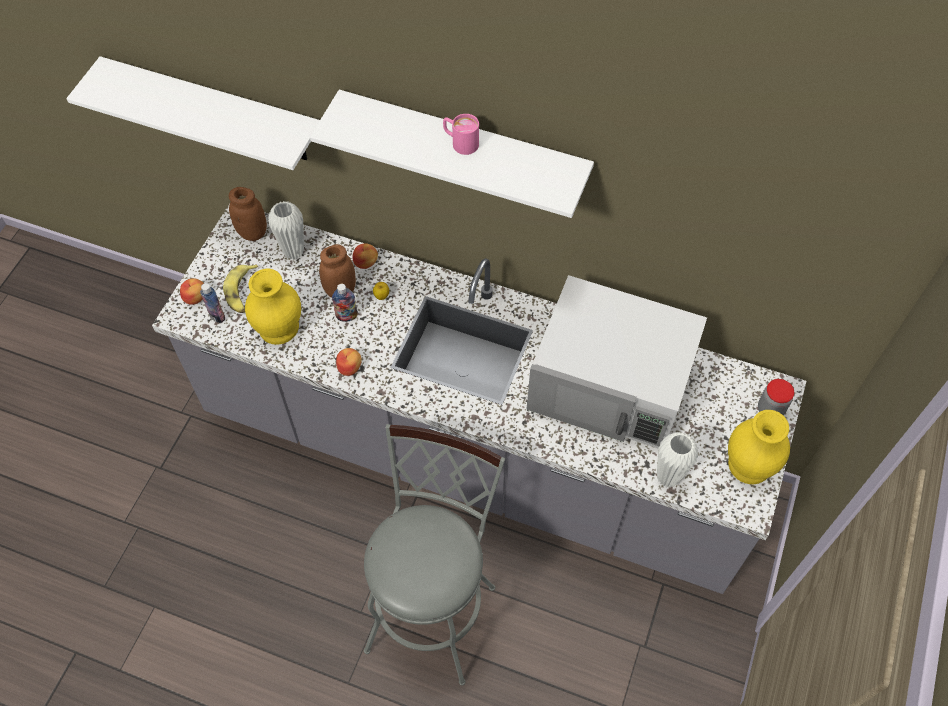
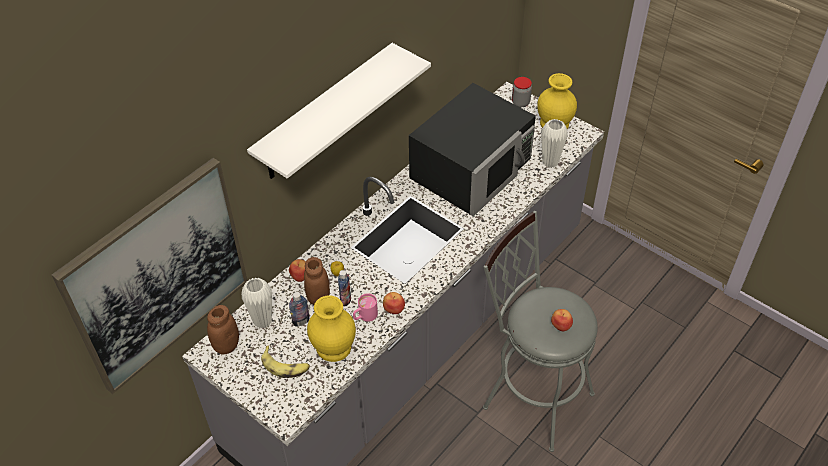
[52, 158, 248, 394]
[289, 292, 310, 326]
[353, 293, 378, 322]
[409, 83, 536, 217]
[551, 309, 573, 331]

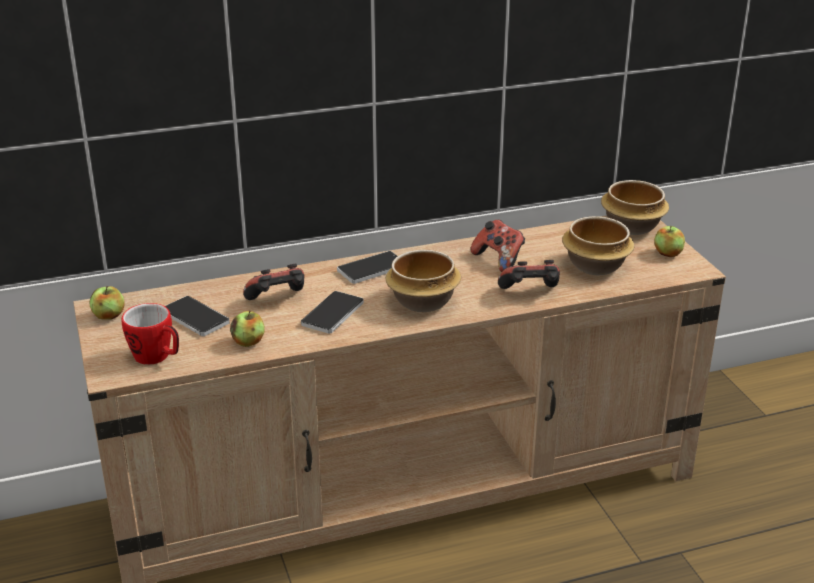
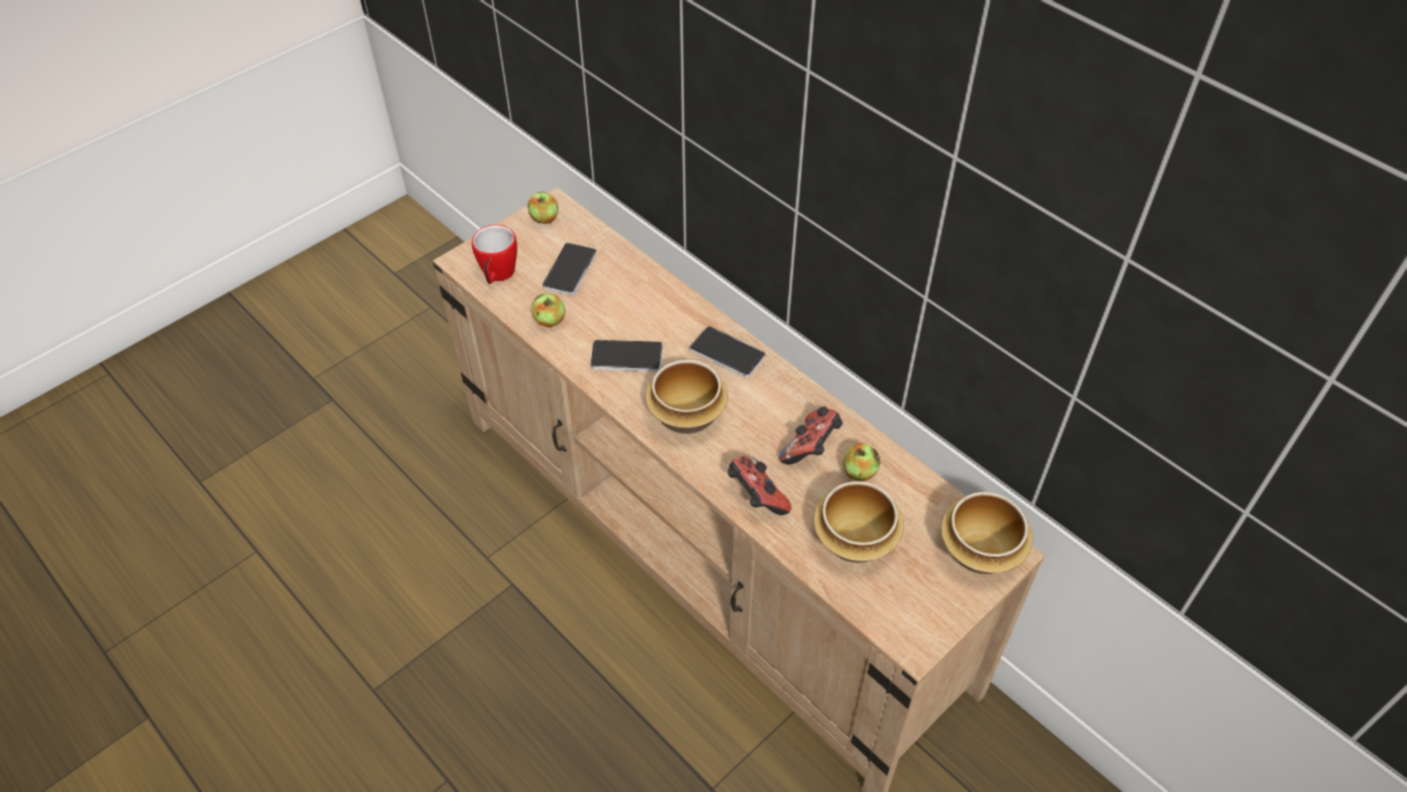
[843, 443, 880, 481]
[243, 264, 304, 300] (first image)

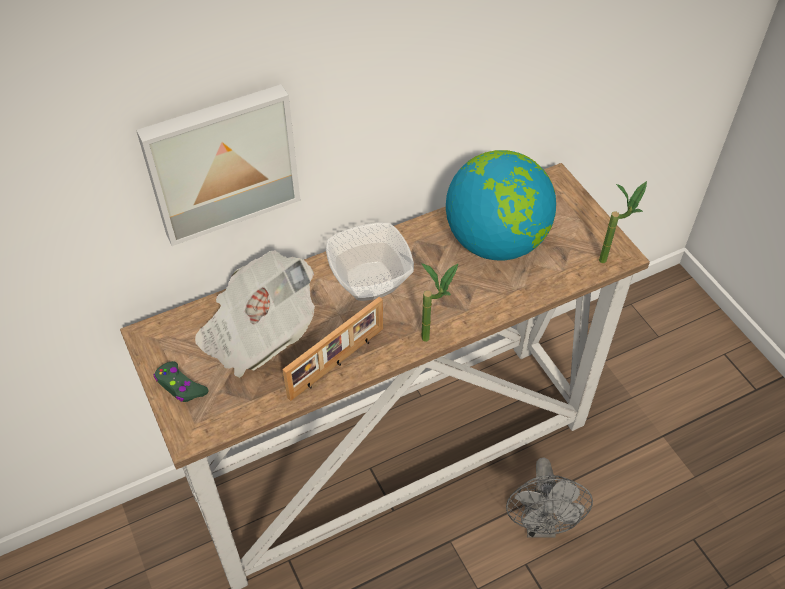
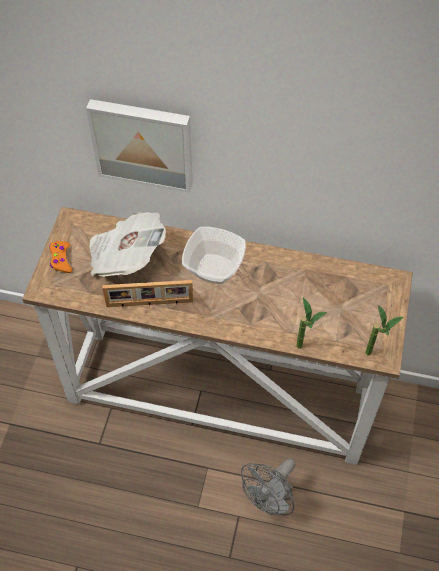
[50, 241, 72, 273]
[296, 297, 327, 349]
[446, 150, 556, 261] (first image)

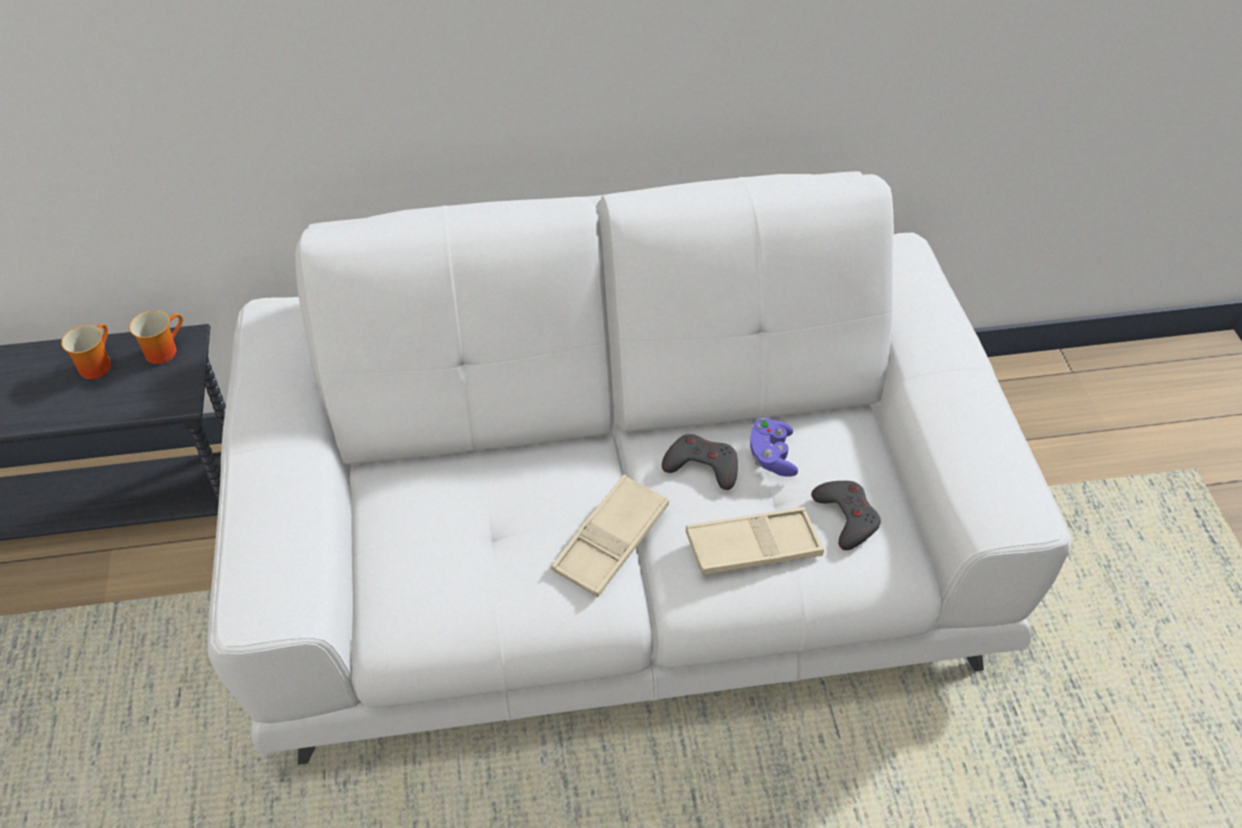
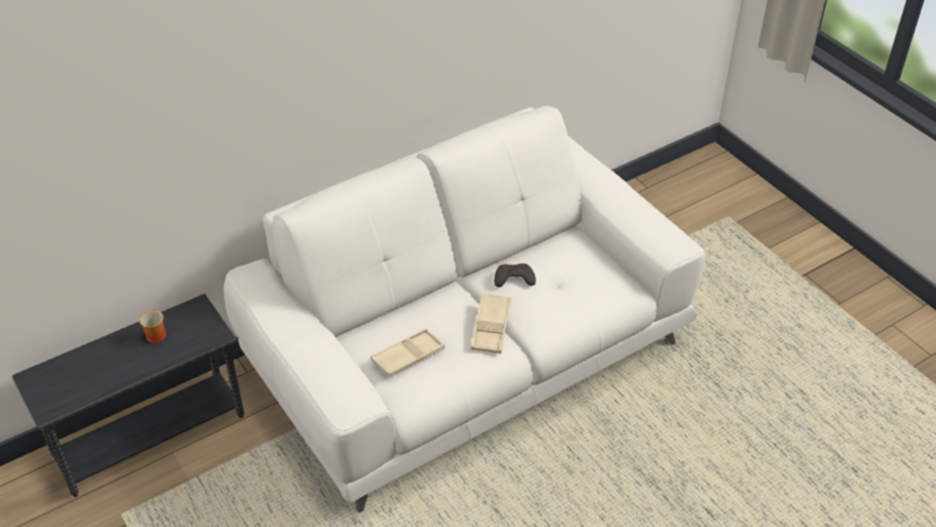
[371, 328, 445, 377]
[129, 310, 183, 364] (first image)
[750, 417, 798, 477] (first image)
[811, 481, 881, 550] (first image)

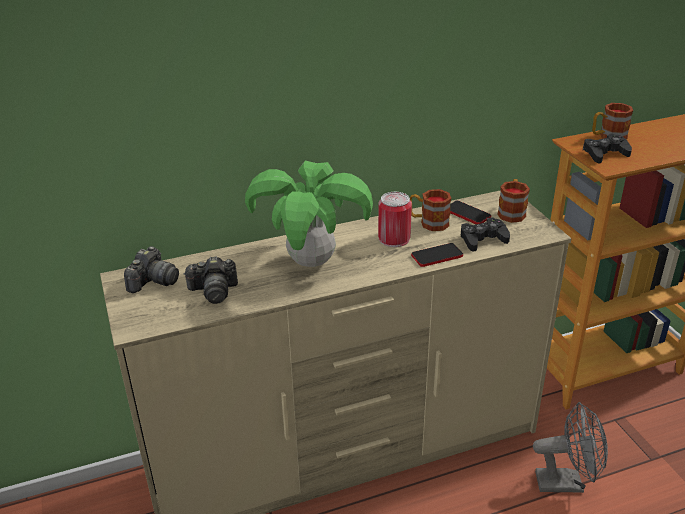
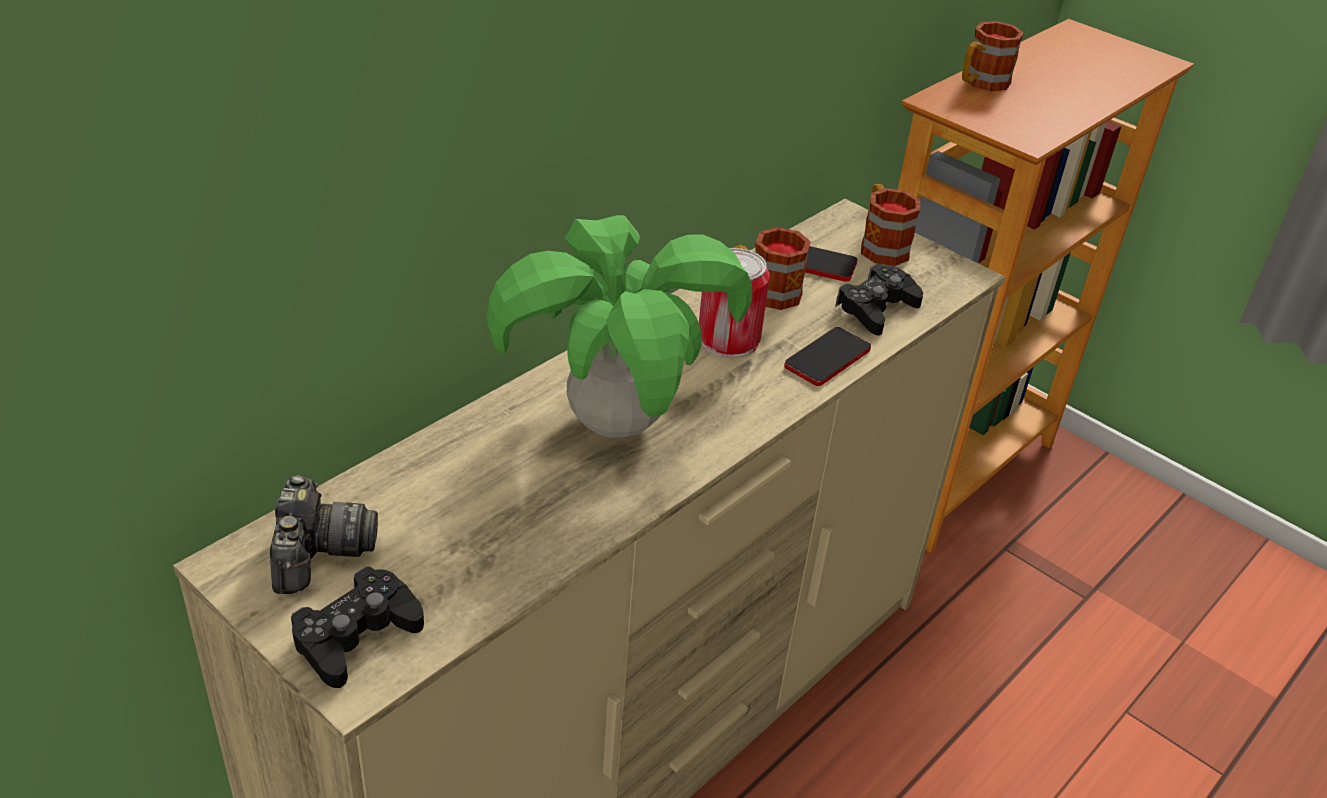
[291, 566, 424, 688]
[184, 256, 238, 304] (first image)
[533, 402, 608, 493] (first image)

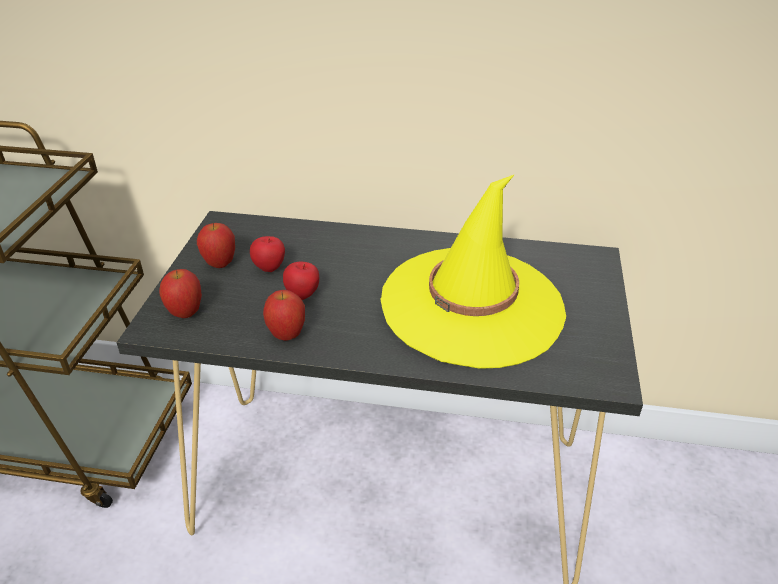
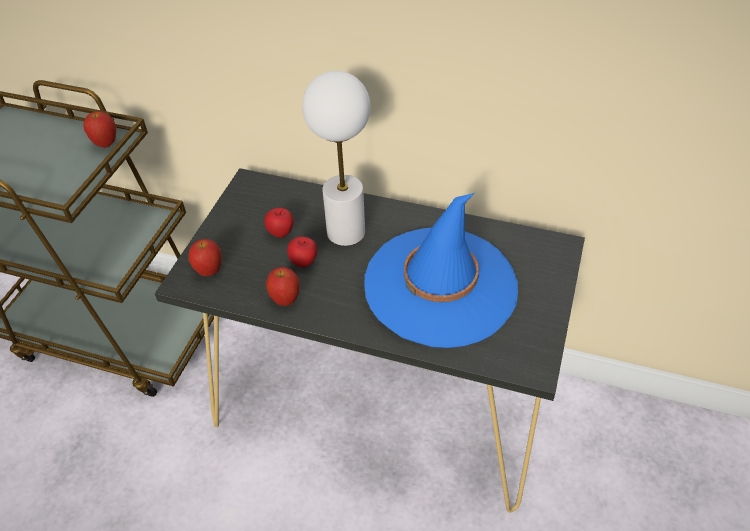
[83, 111, 116, 148]
[302, 71, 371, 246]
[365, 193, 518, 348]

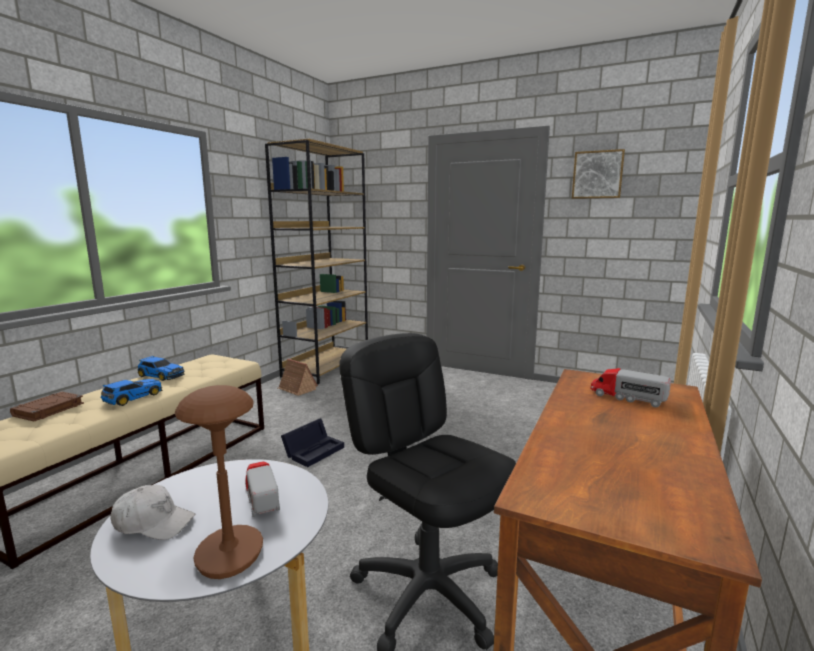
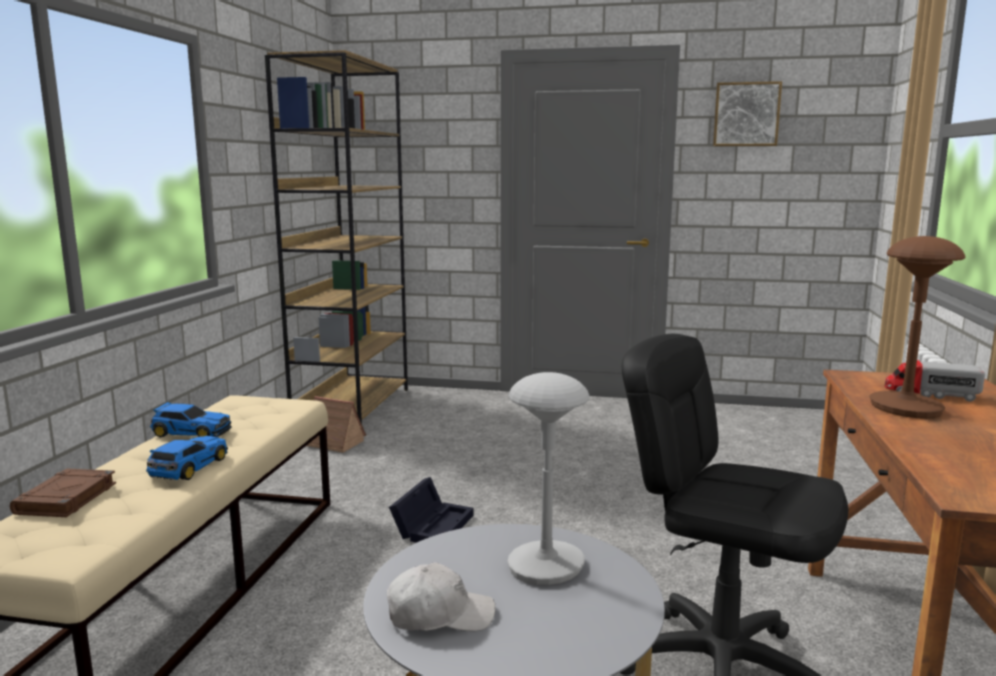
[507, 372, 589, 585]
[869, 236, 965, 419]

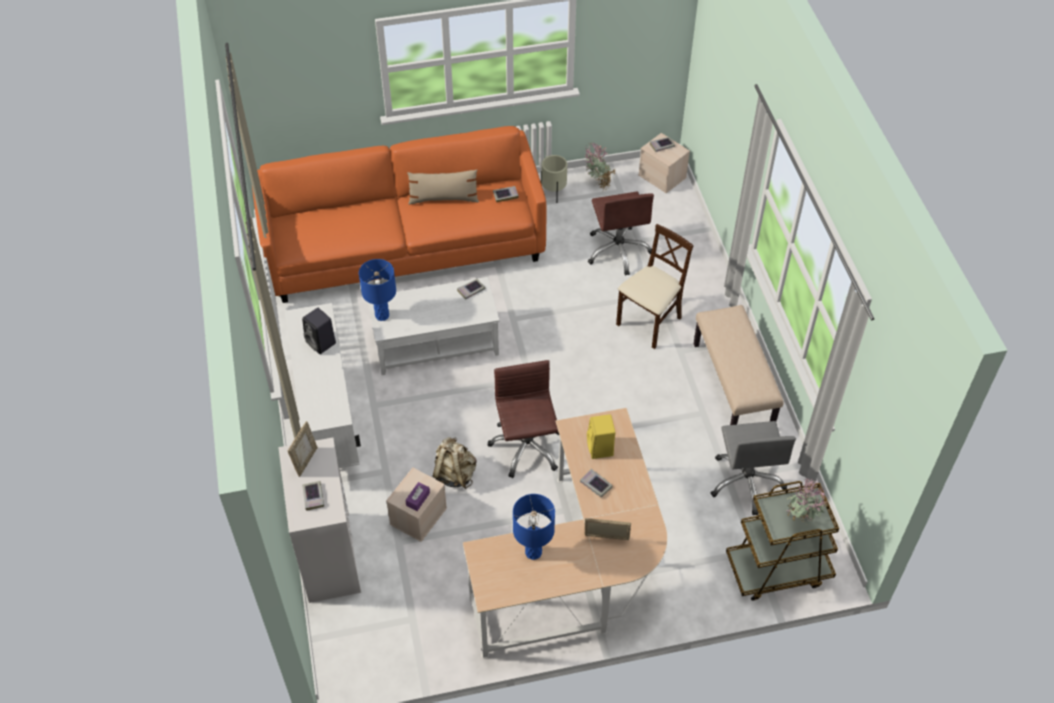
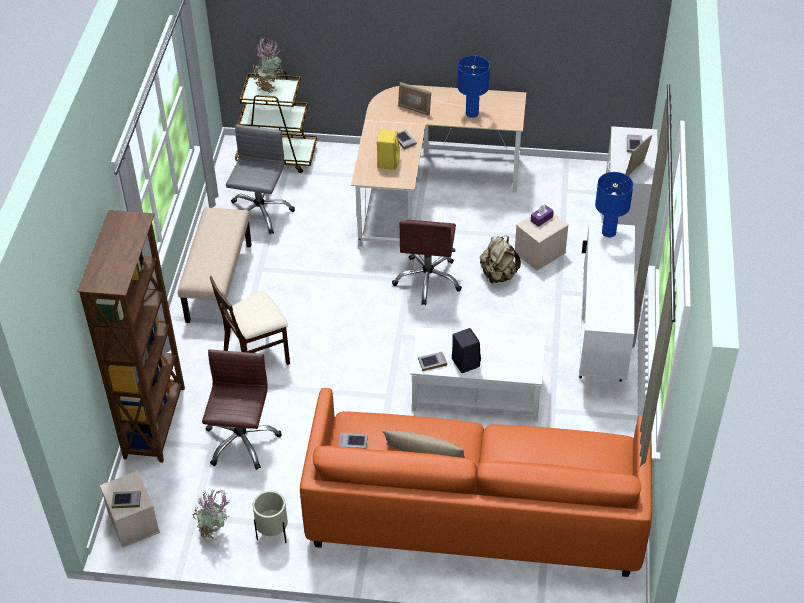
[77, 210, 185, 463]
[452, 328, 481, 373]
[595, 172, 633, 238]

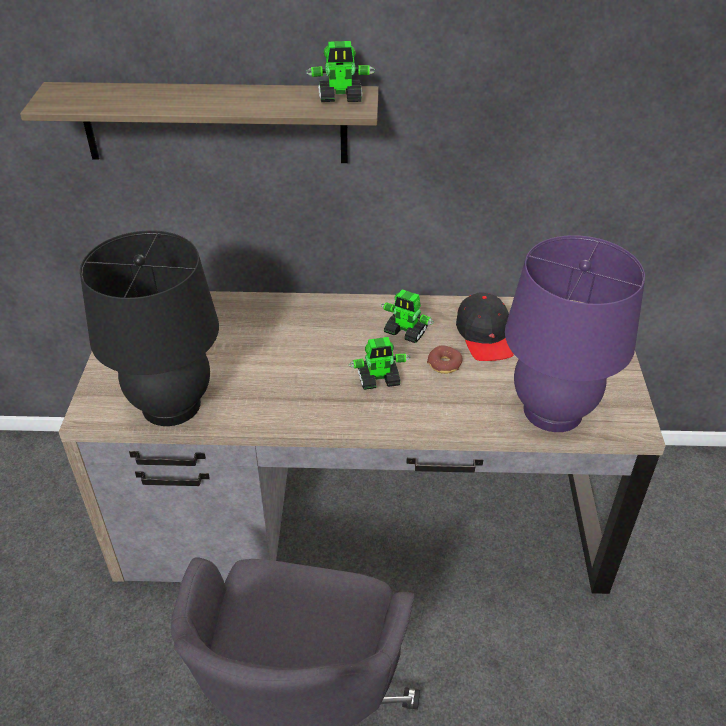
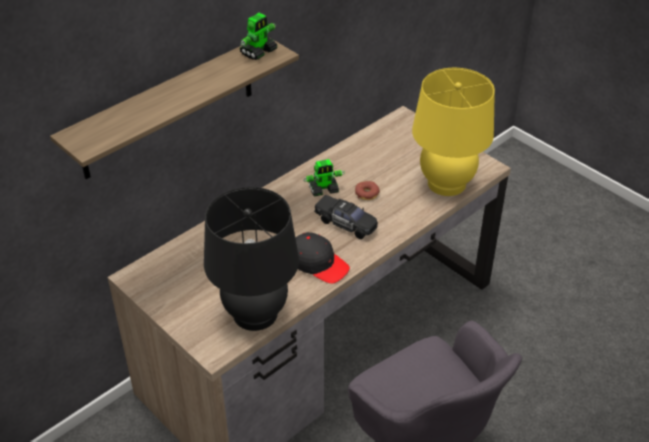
[296, 232, 350, 284]
[314, 195, 378, 239]
[412, 68, 495, 196]

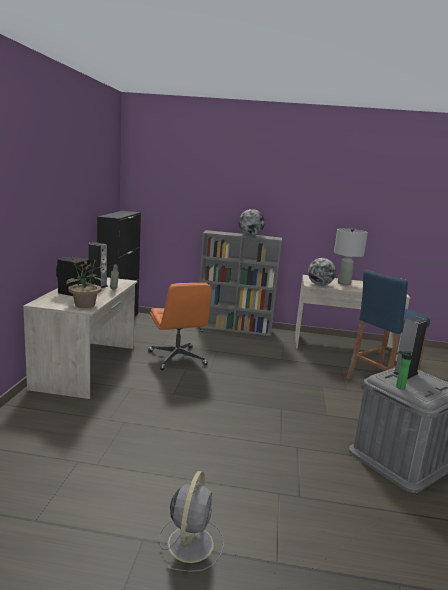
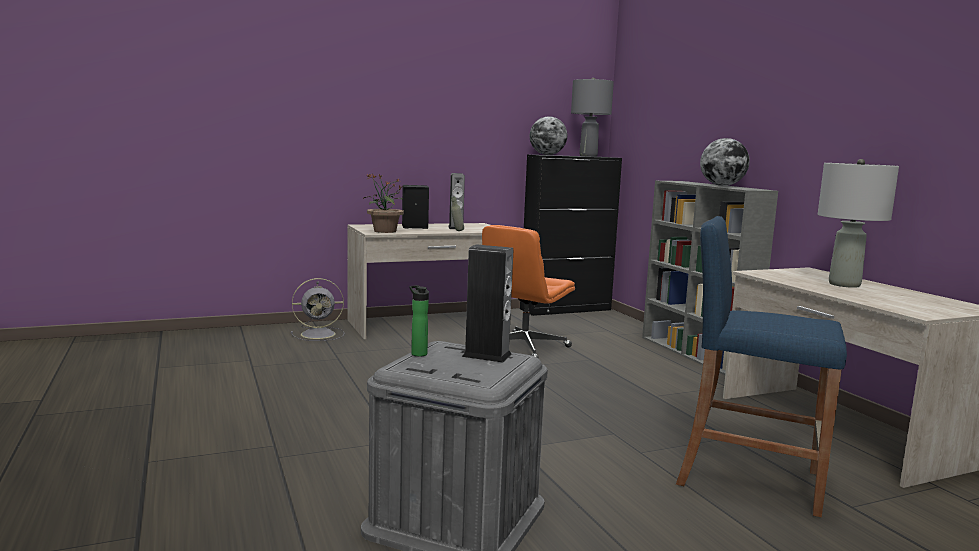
[291, 278, 344, 341]
[530, 116, 567, 155]
[571, 78, 614, 157]

